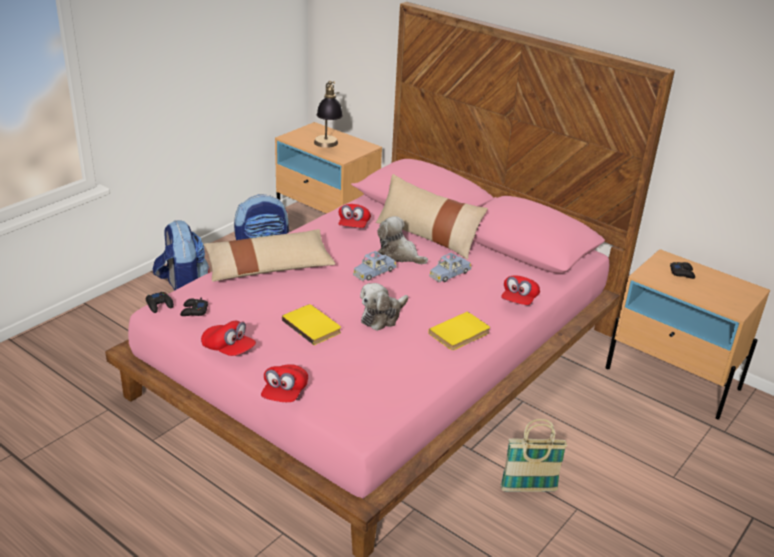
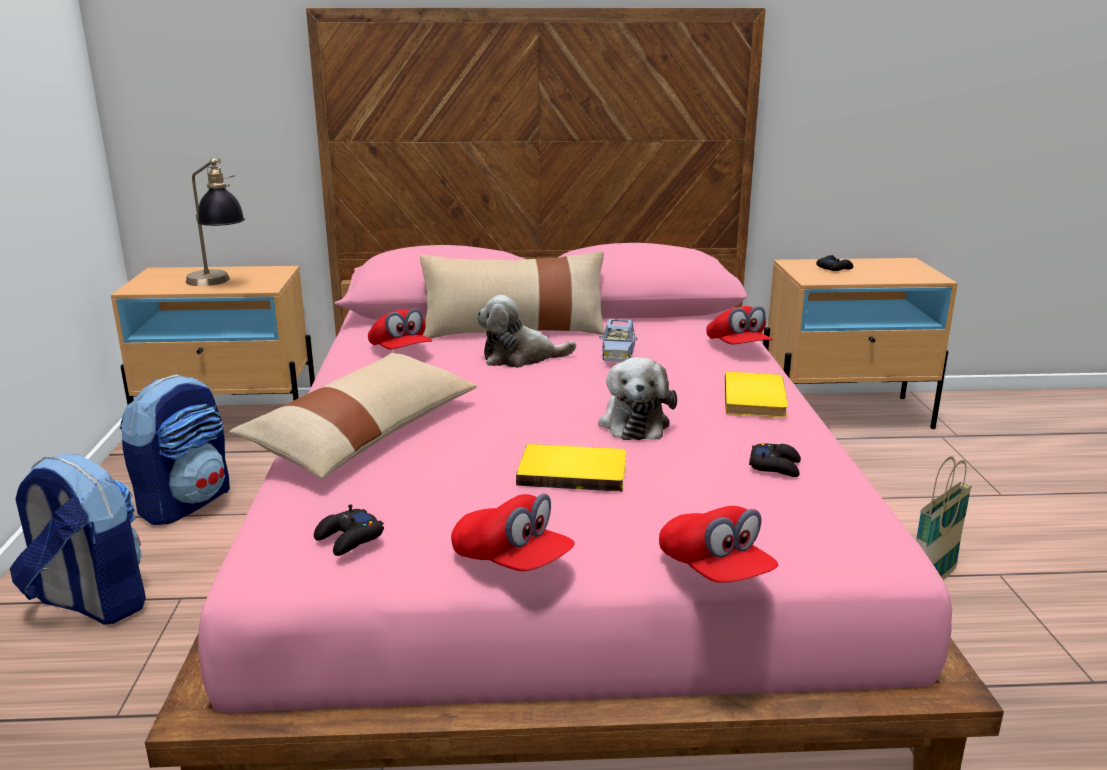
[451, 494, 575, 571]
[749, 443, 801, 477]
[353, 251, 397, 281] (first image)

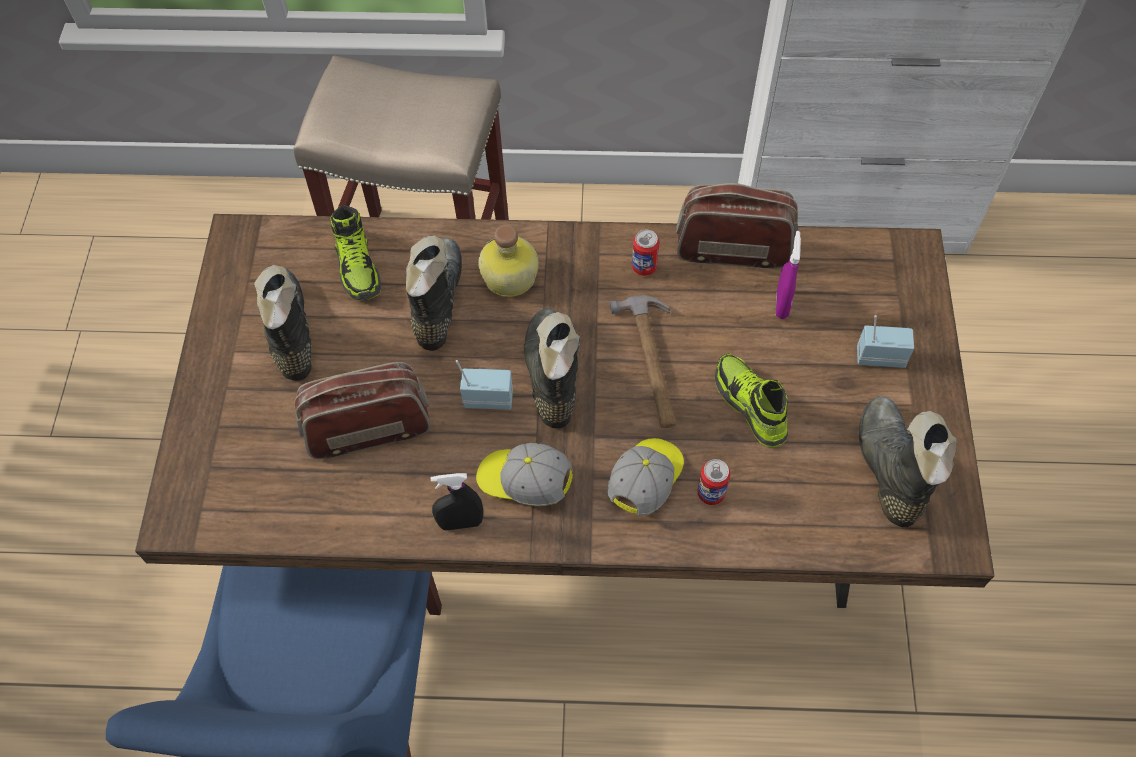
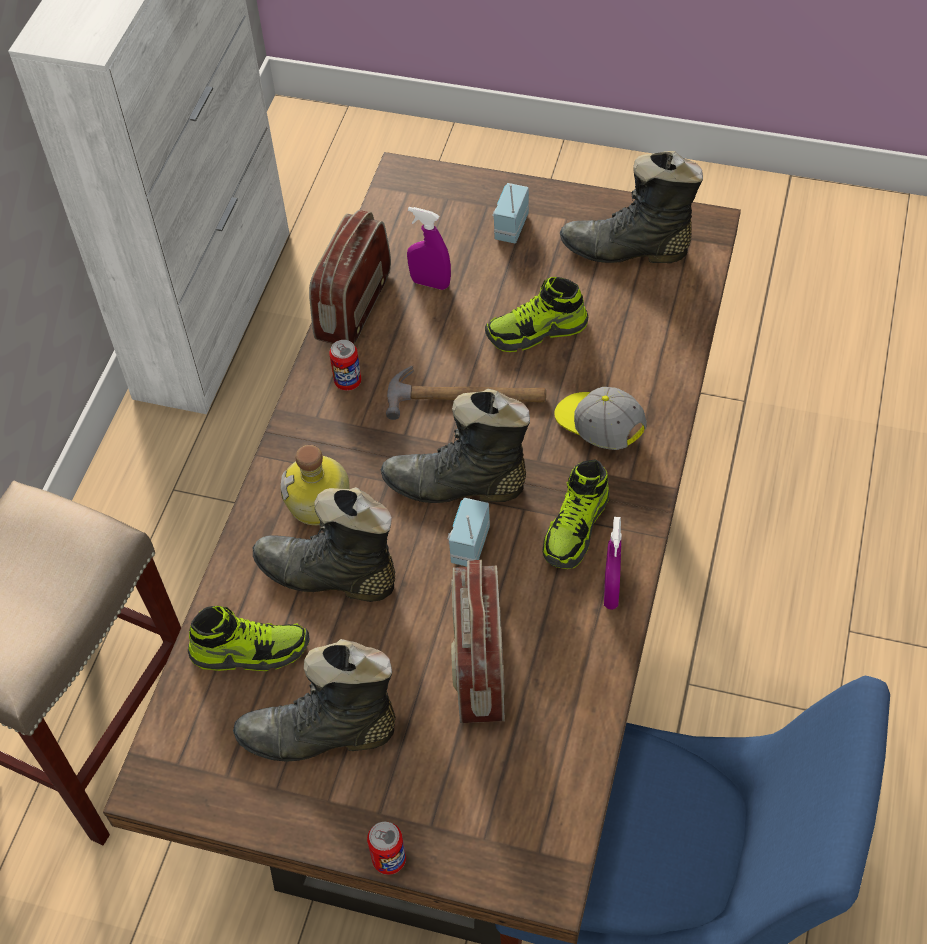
[367, 822, 406, 875]
[542, 459, 610, 569]
[604, 517, 622, 610]

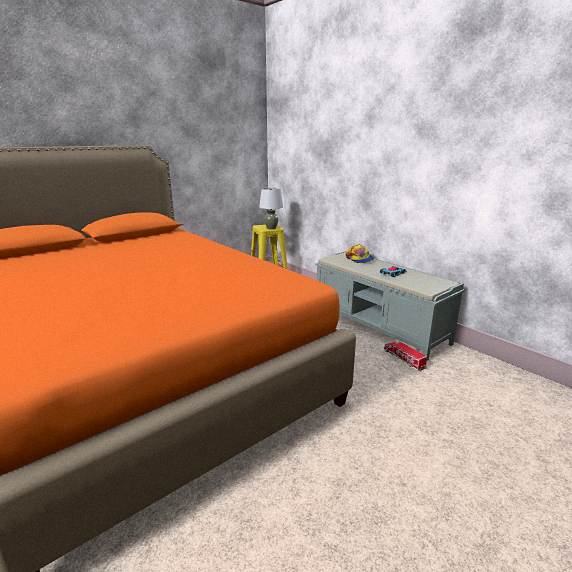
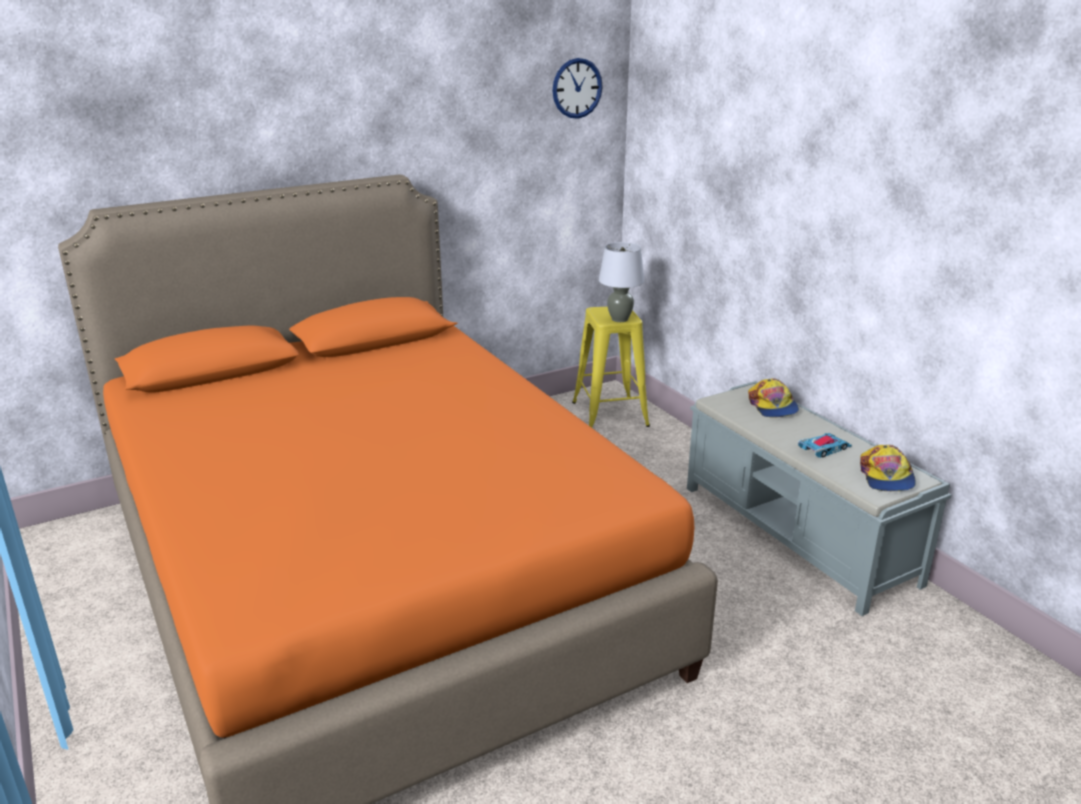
[552, 58, 603, 119]
[860, 445, 916, 491]
[384, 341, 427, 371] (first image)

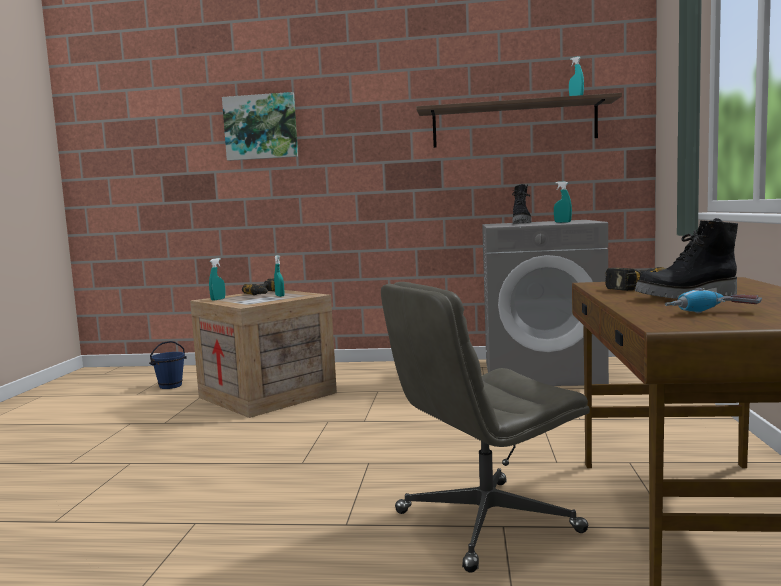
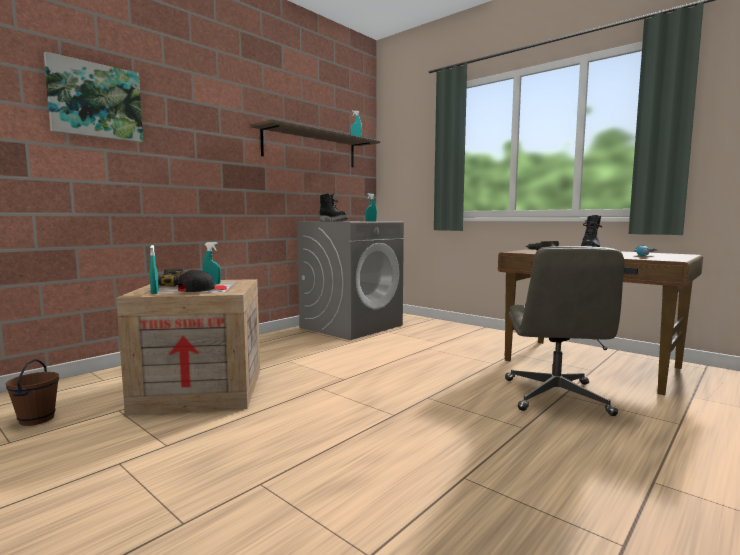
[6, 359, 59, 426]
[178, 269, 227, 292]

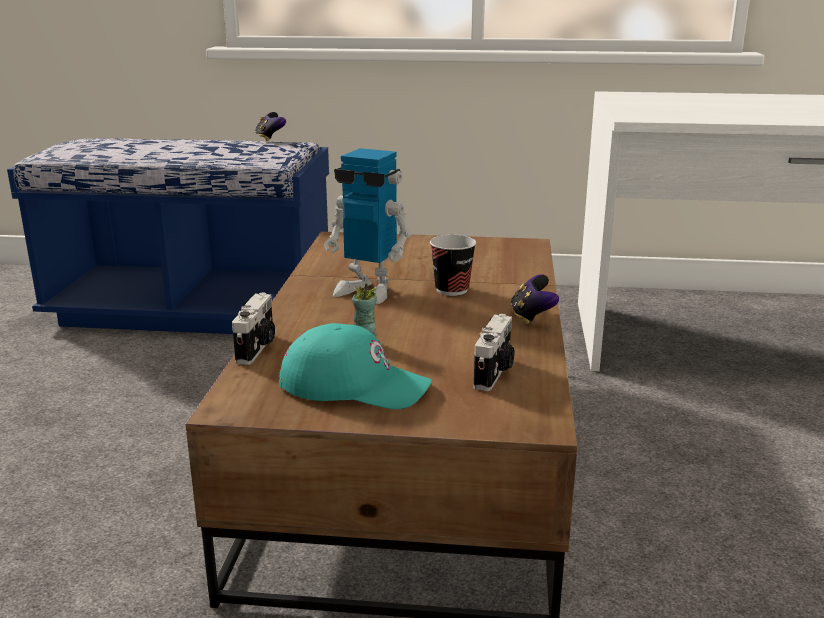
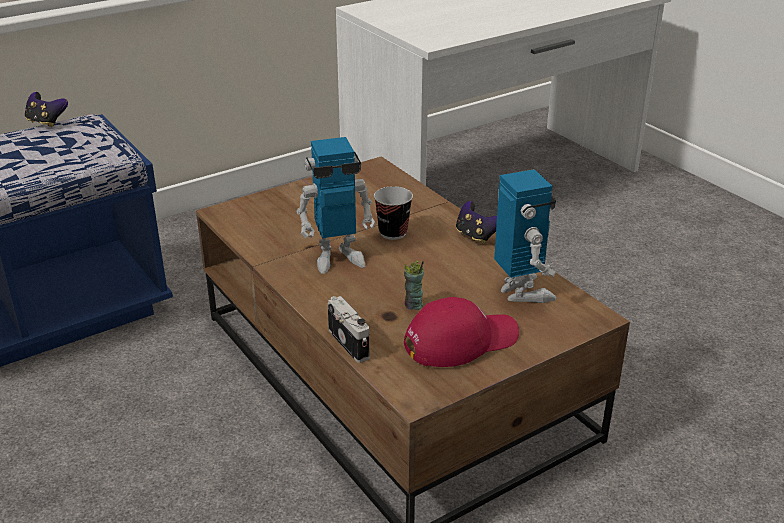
[404, 297, 519, 367]
[494, 169, 556, 303]

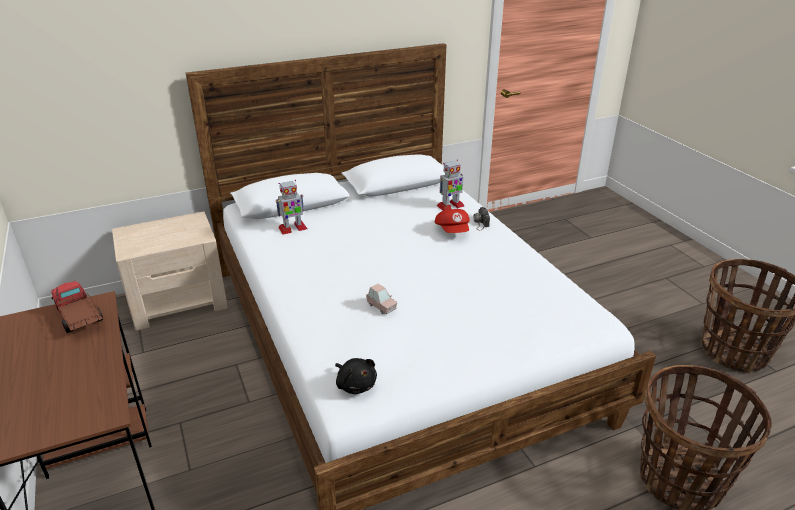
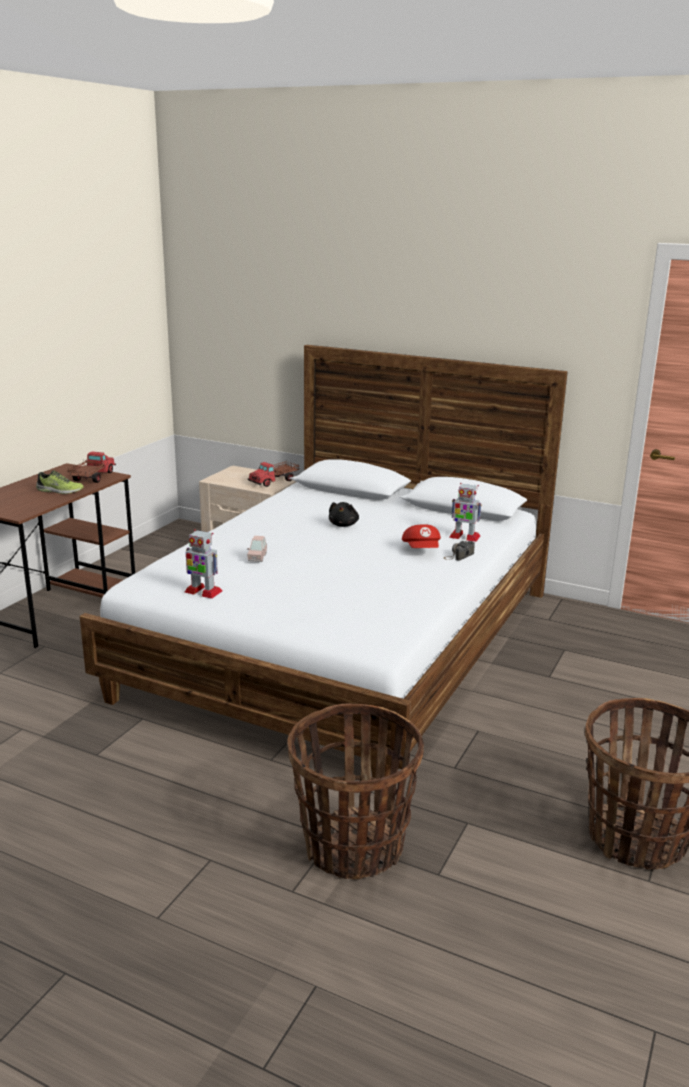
[36, 470, 83, 494]
[185, 529, 222, 599]
[248, 461, 300, 487]
[329, 502, 359, 527]
[402, 524, 441, 548]

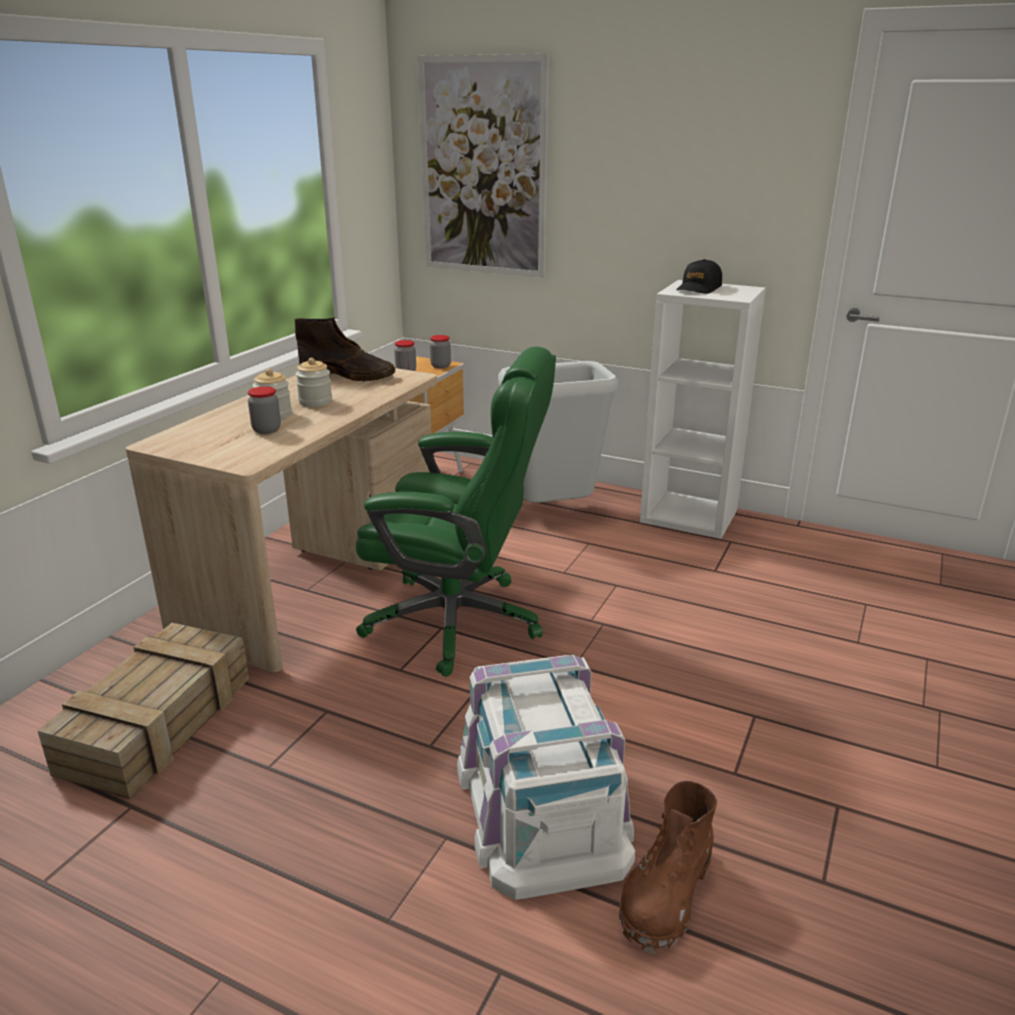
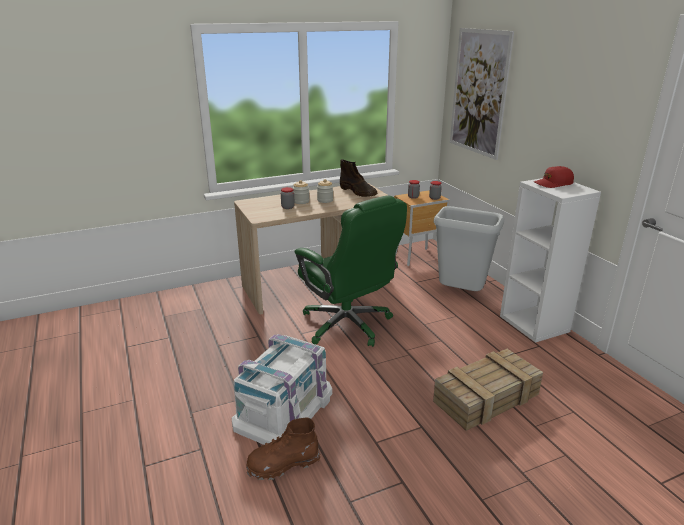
[433, 349, 543, 431]
[534, 166, 574, 188]

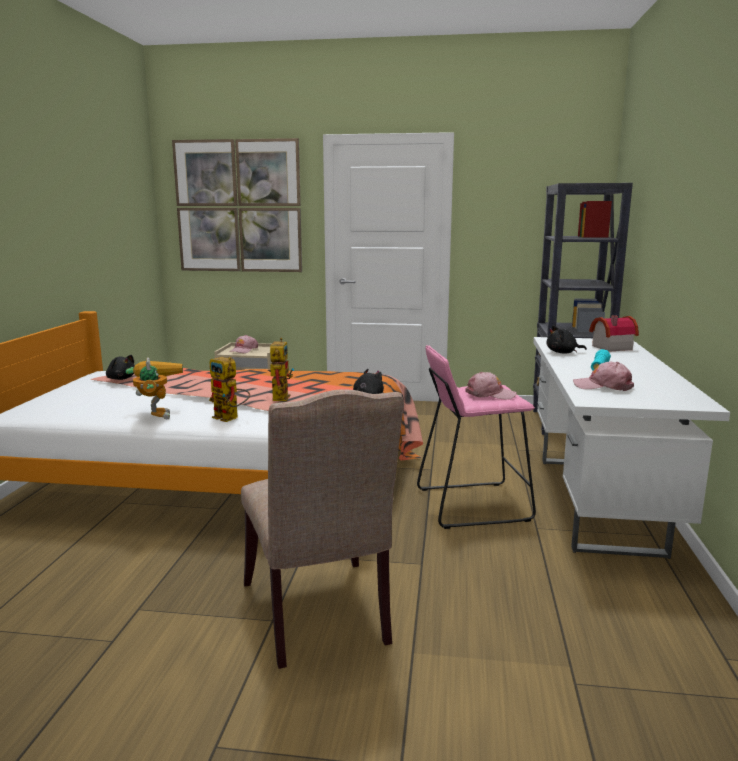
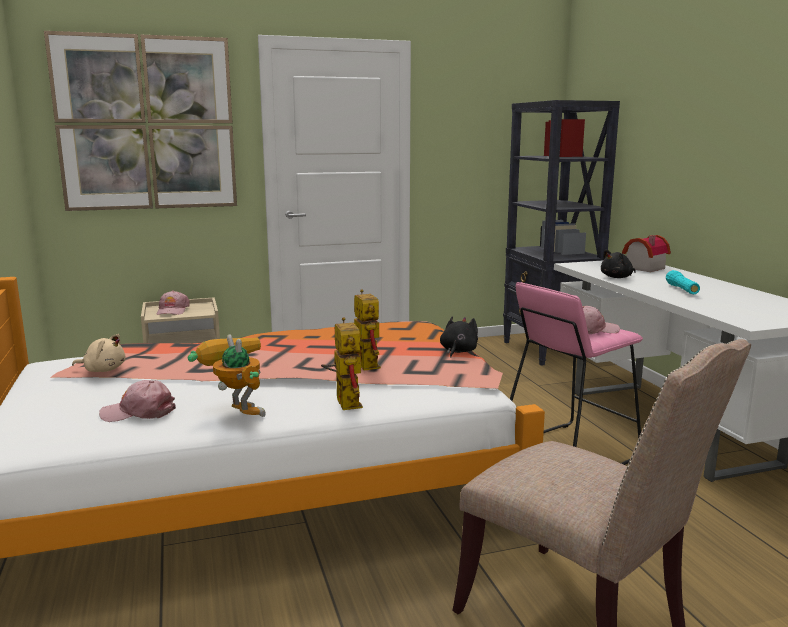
[72, 334, 126, 372]
[99, 380, 176, 422]
[321, 317, 363, 410]

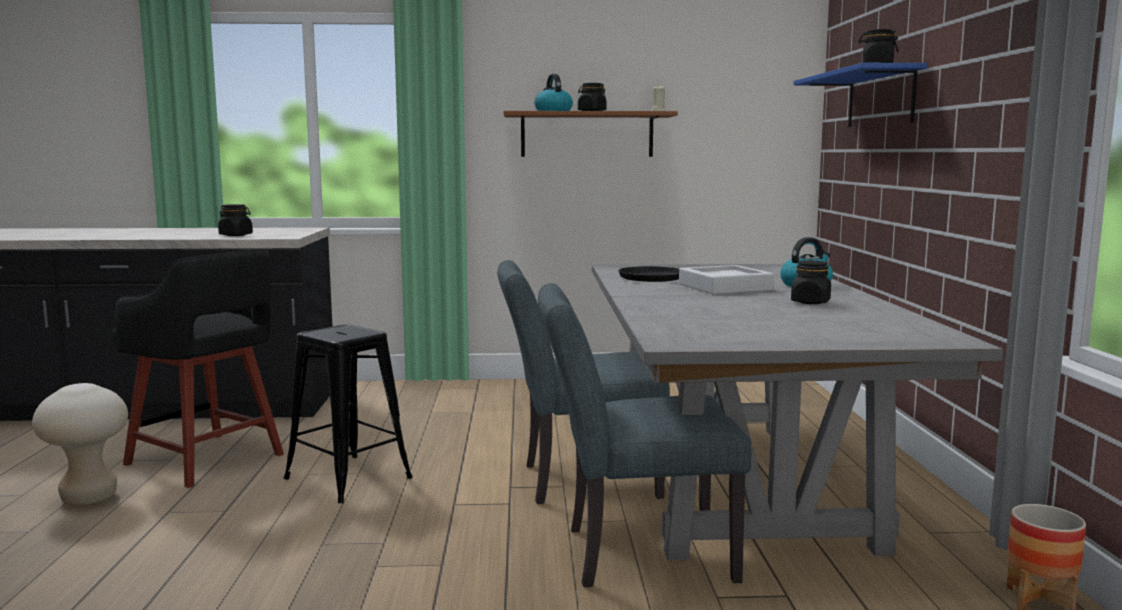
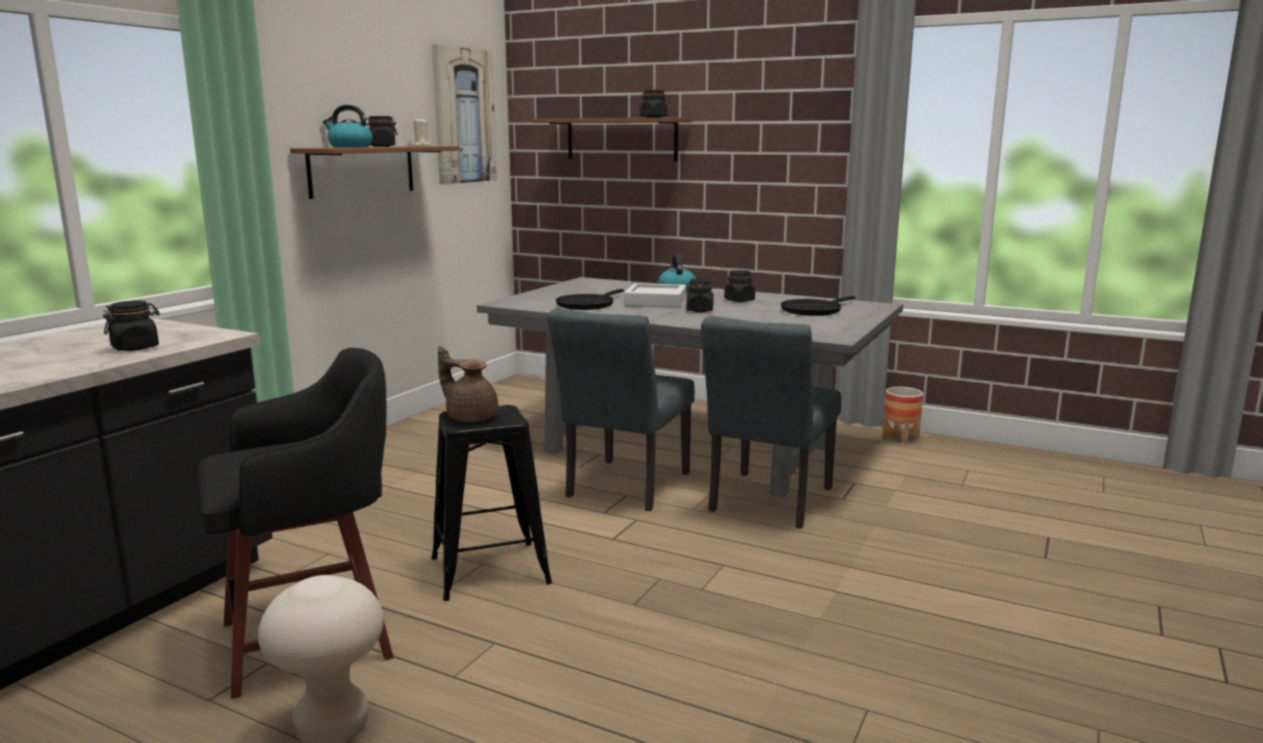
[432, 44, 497, 184]
[438, 346, 499, 422]
[532, 118, 692, 161]
[687, 278, 714, 312]
[781, 296, 856, 316]

